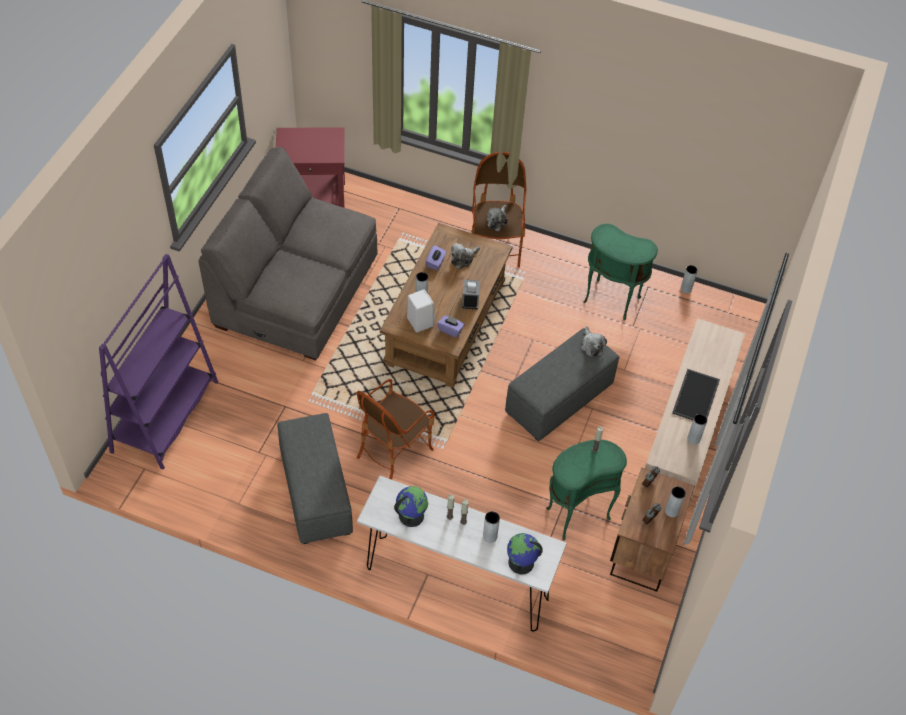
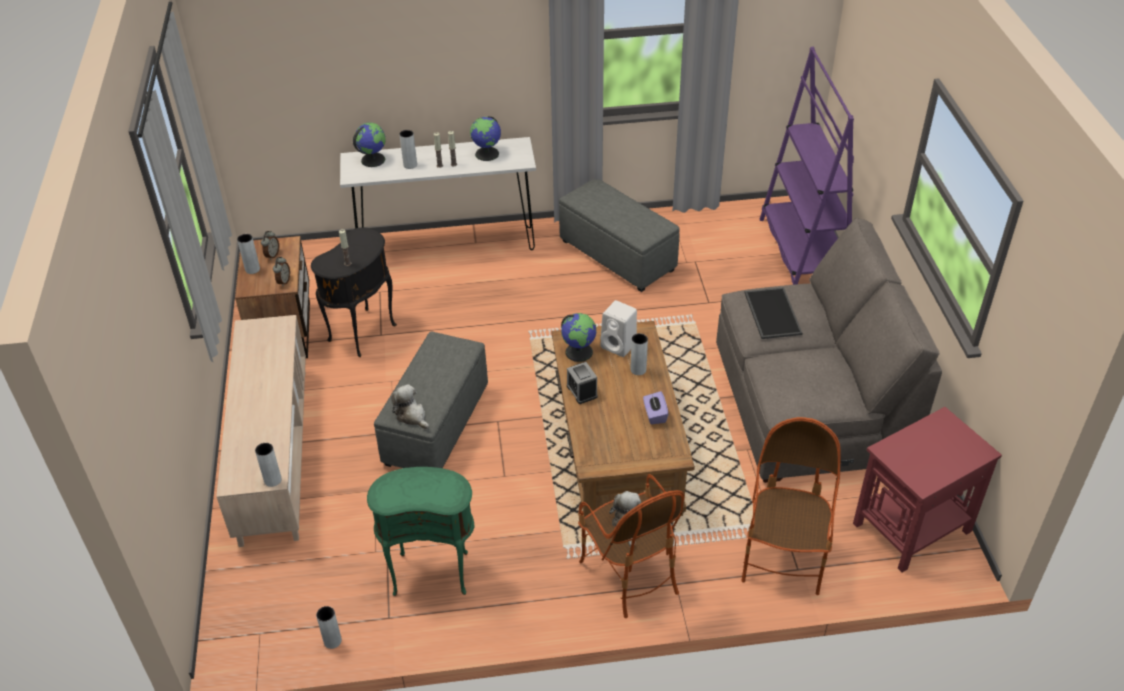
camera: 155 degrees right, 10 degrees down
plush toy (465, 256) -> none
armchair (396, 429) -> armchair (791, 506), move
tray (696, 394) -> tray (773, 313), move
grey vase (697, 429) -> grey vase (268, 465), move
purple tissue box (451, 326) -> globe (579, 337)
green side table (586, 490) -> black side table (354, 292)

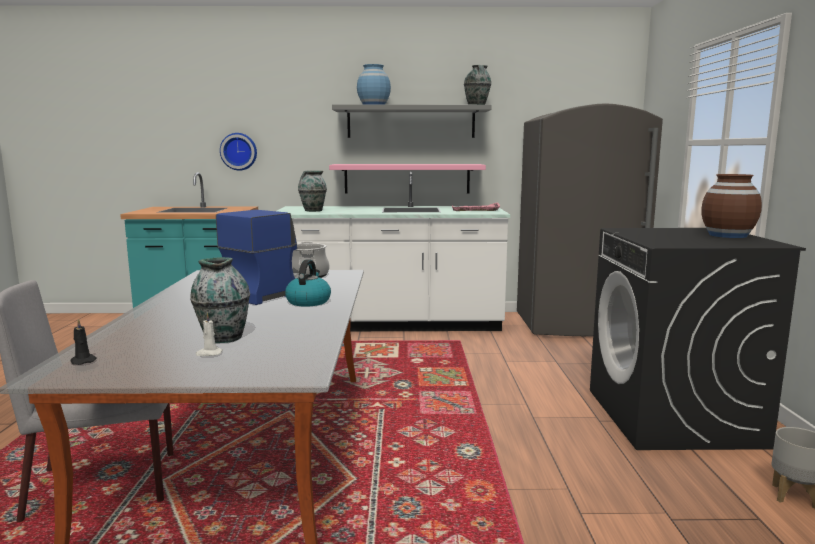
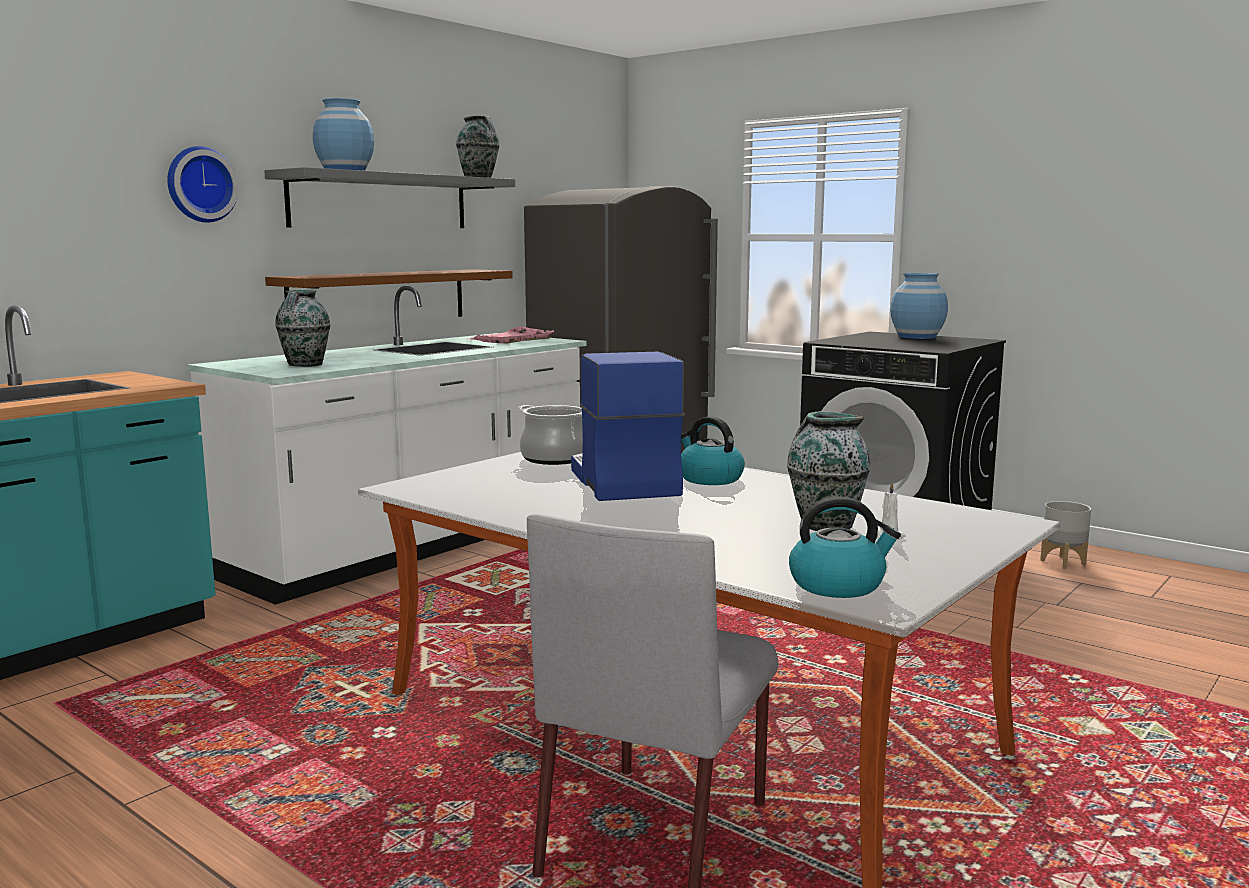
camera: 50 degrees left, 0 degrees up
wall clock (238, 152) -> wall clock (203, 184), move
black candle (83, 342) -> kettle (845, 547)
pink shelf (407, 179) -> brown shelf (389, 293)
brown vase (731, 206) -> blue vase (919, 306)

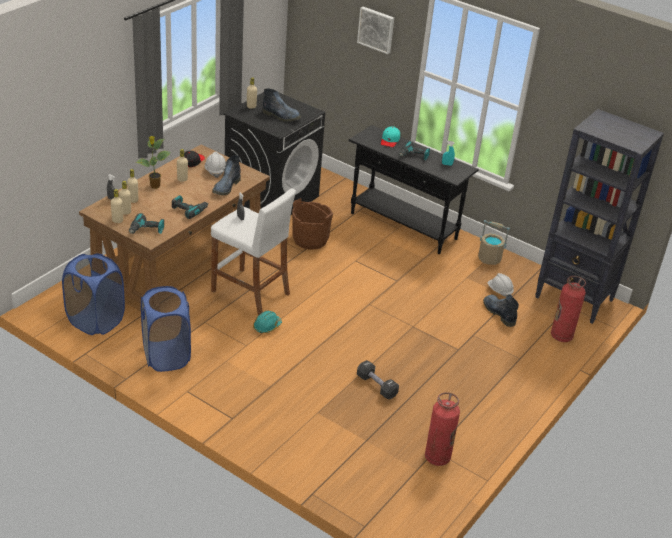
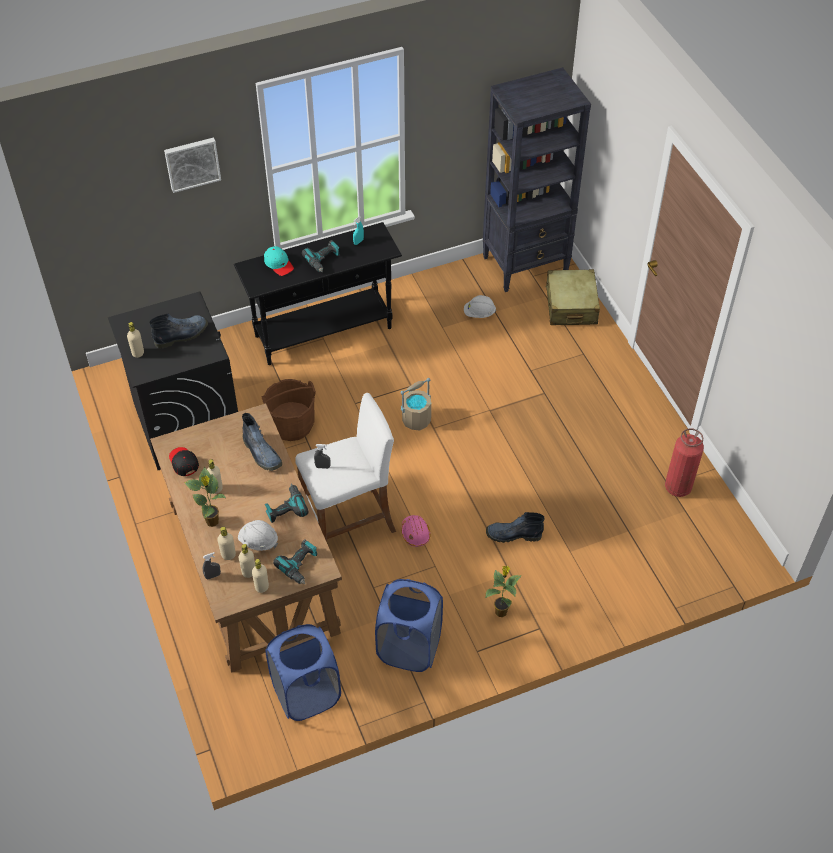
camera: 55 degrees left, 15 degrees up
black dumbbell (378, 380) -> none
none -> potted plant (503, 591)
white hard hat (215, 165) -> white hard hat (258, 535), move
beige bucket (494, 242) -> beige bucket (416, 404), move
boot (501, 311) -> boot (515, 527), move
fire extinguisher (568, 309) -> beige suitcase (573, 297)
turquoise hard hat (267, 322) -> pink hard hat (416, 531)

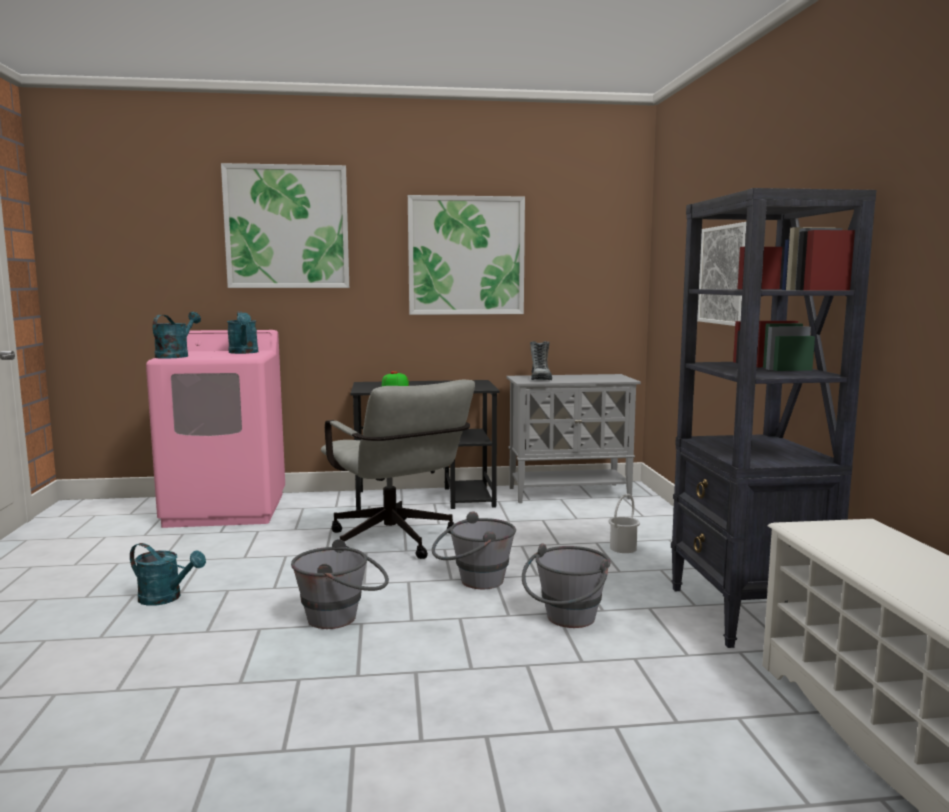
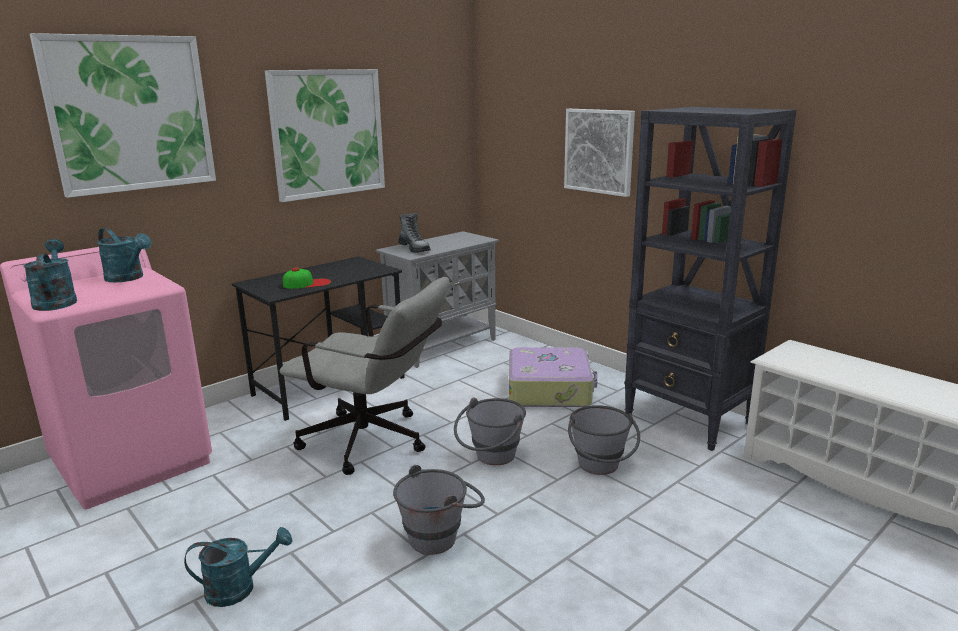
camera: 35 degrees left, 10 degrees up
white bucket (624, 523) -> suitcase (553, 377)

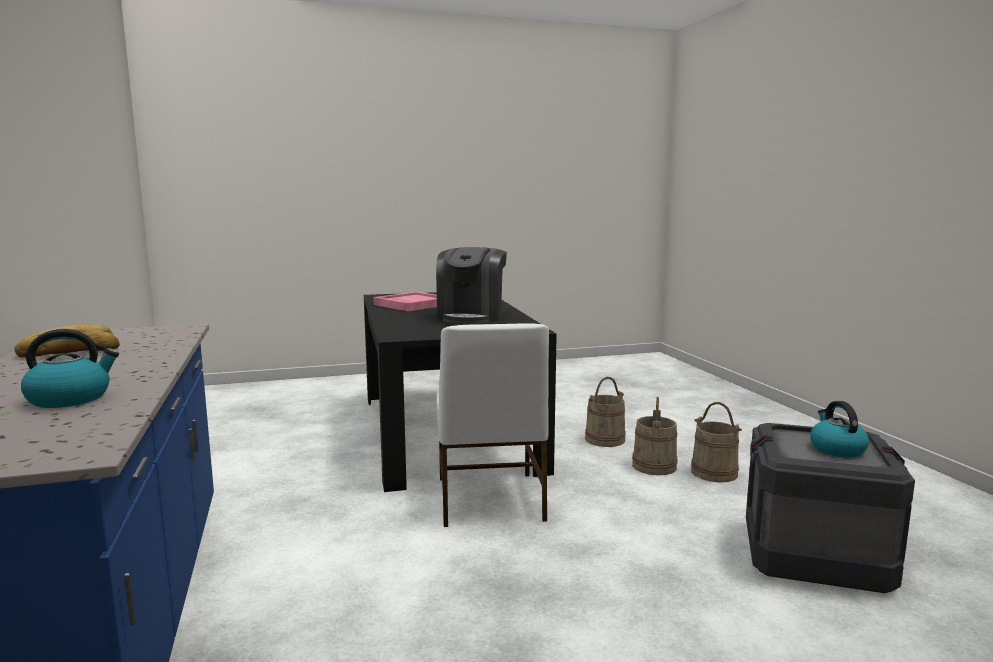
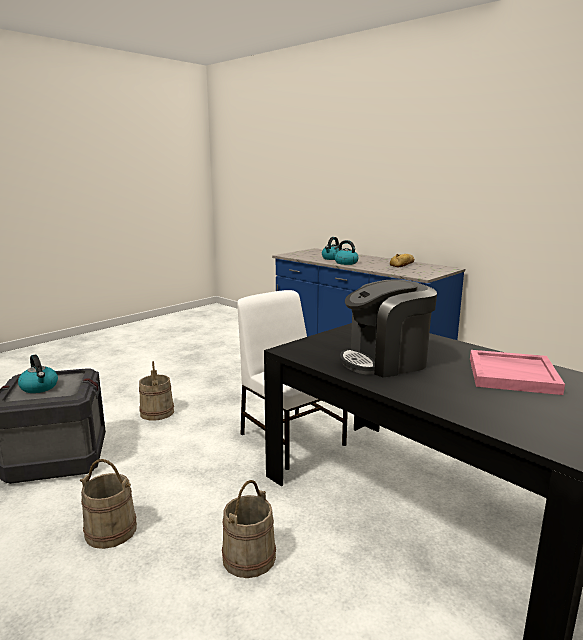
camera: 150 degrees right, 5 degrees up
none -> kettle (346, 252)
beige bucket (655, 436) -> beige bucket (156, 391), move
coffee machine (471, 285) -> coffee machine (388, 328), 90 degrees counterclockwise

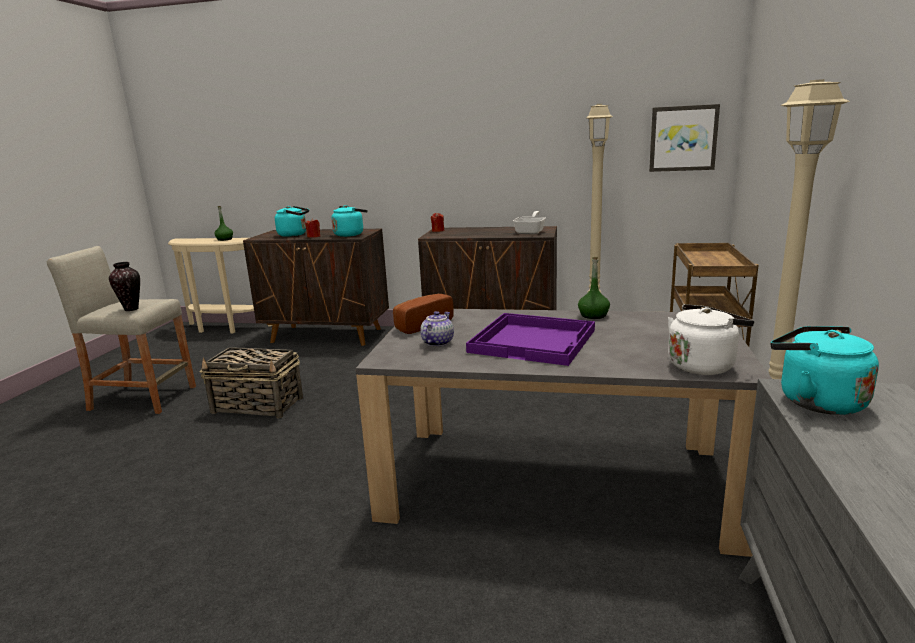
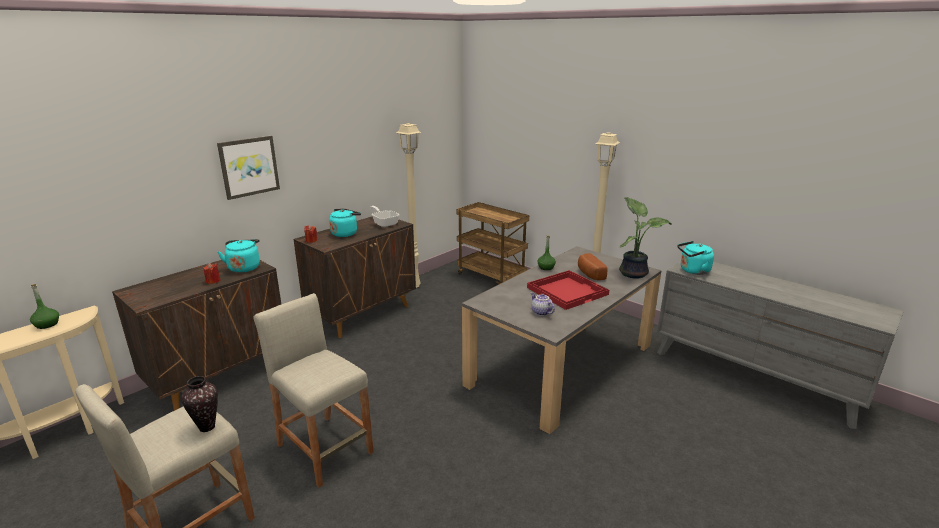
camera: 60 degrees left, 5 degrees up
turquoise kettle (292, 221) -> turquoise kettle (345, 223), move
bread (423, 314) -> bread (592, 266), move
picture (684, 138) -> picture (248, 168), move
basket (251, 383) -> beige stool (313, 390)
white kettle (711, 339) -> potted plant (645, 238)
purple tray (530, 339) -> red tray (568, 290)

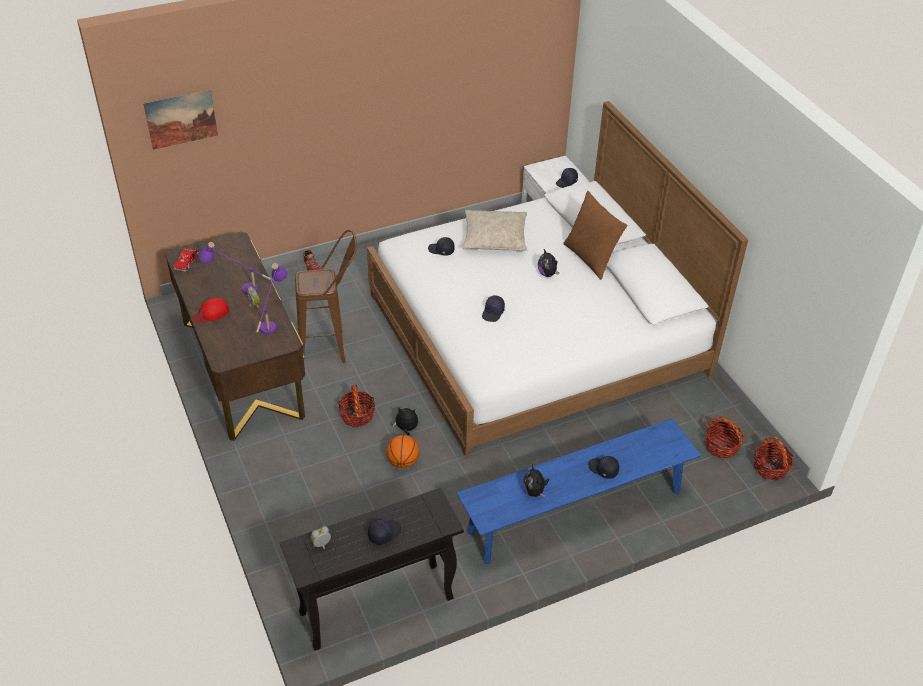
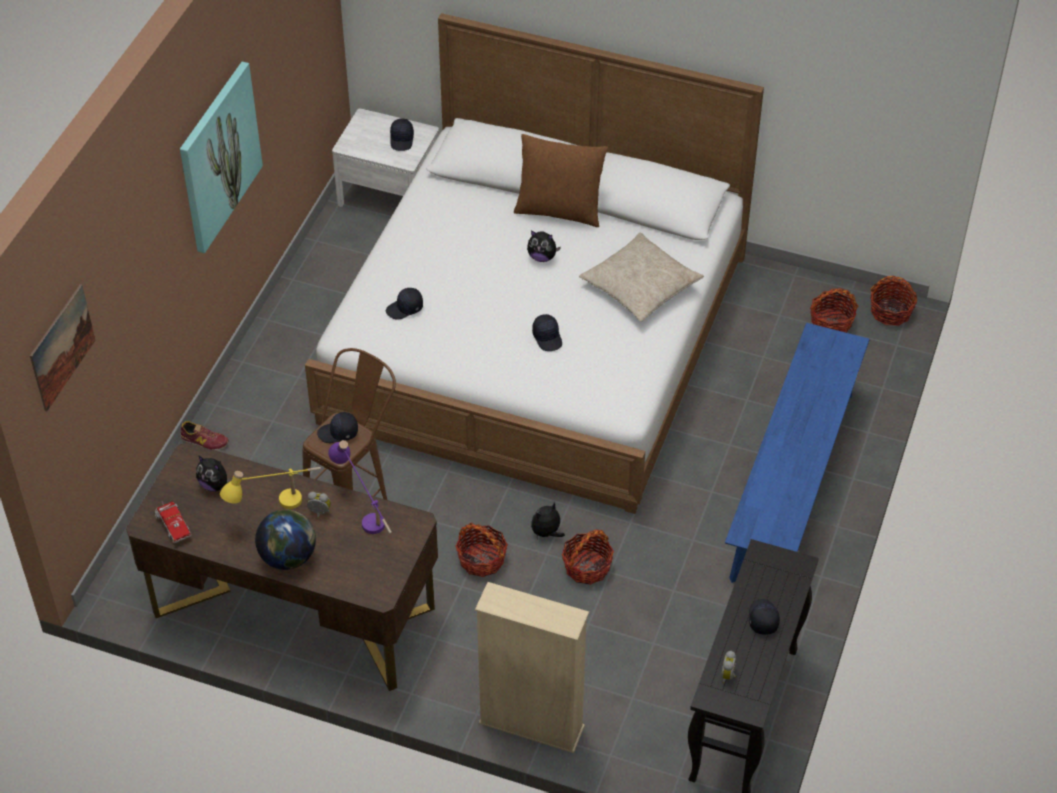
camera: 45 degrees left, 5 degrees up
none -> picture (221, 157)
none -> beige bookcase (532, 667)
beige pillow (494, 230) -> beige pillow (641, 277), move
plush toy (536, 481) -> plush toy (214, 473), move
black cap (603, 467) -> black cap (337, 427), move
red cap (210, 310) -> globe (285, 539)
basketball (402, 451) -> basket (588, 557)
purple table lamp (235, 268) -> yellow table lamp (270, 488)

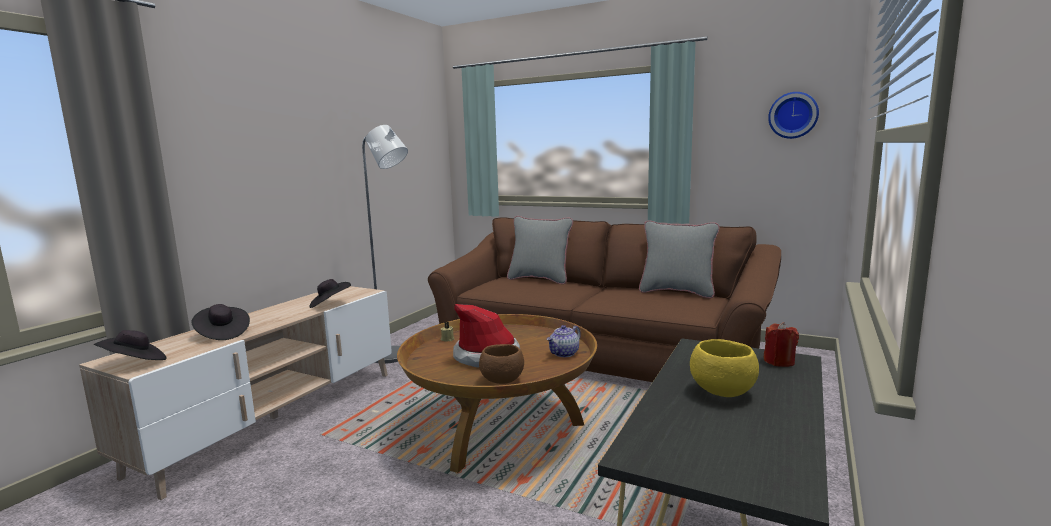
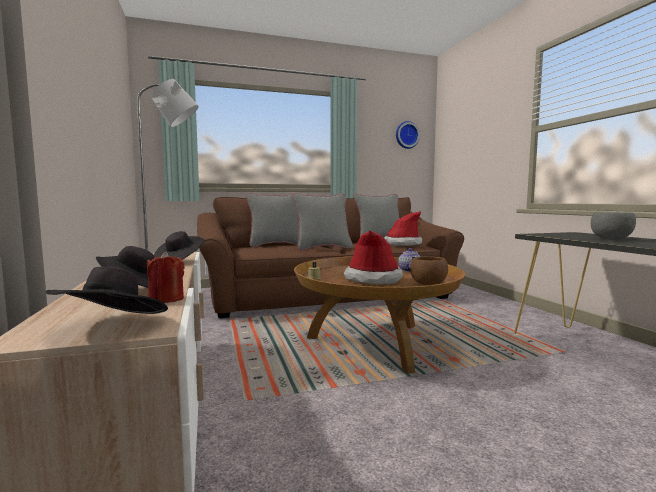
camera: 45 degrees left, 5 degrees down
none -> grey pillow (322, 222)
none -> hat (403, 228)
red candle (781, 344) -> red candle (166, 277), move
yellow bowl (724, 368) -> grey bowl (613, 226)

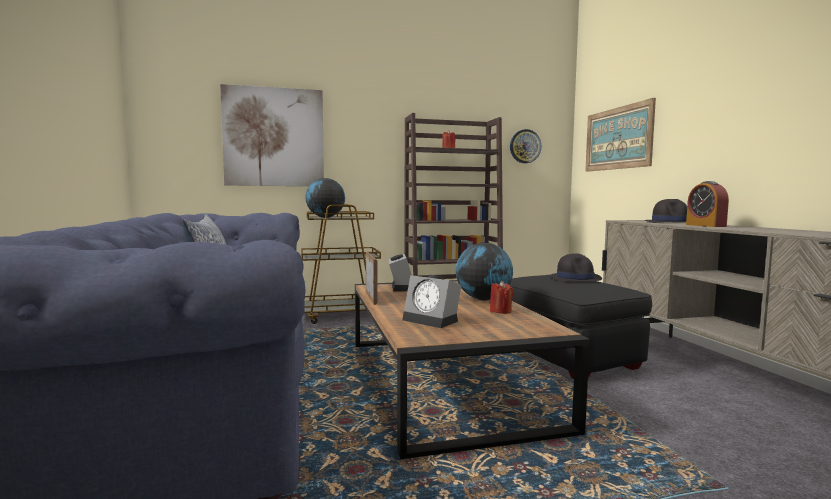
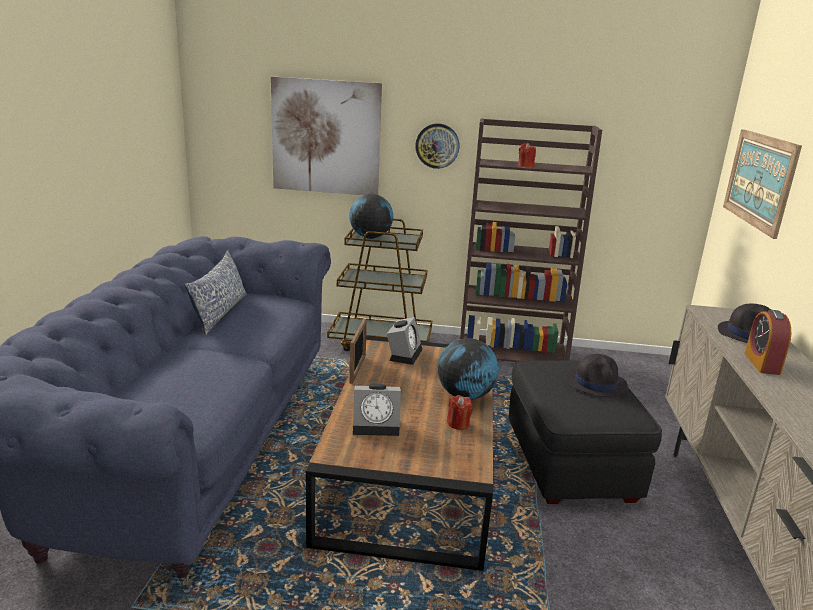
camera: 20 degrees right, 15 degrees up
wall clock (525, 146) -> wall clock (437, 146), move
alarm clock (431, 301) -> alarm clock (377, 410), 60 degrees counterclockwise

